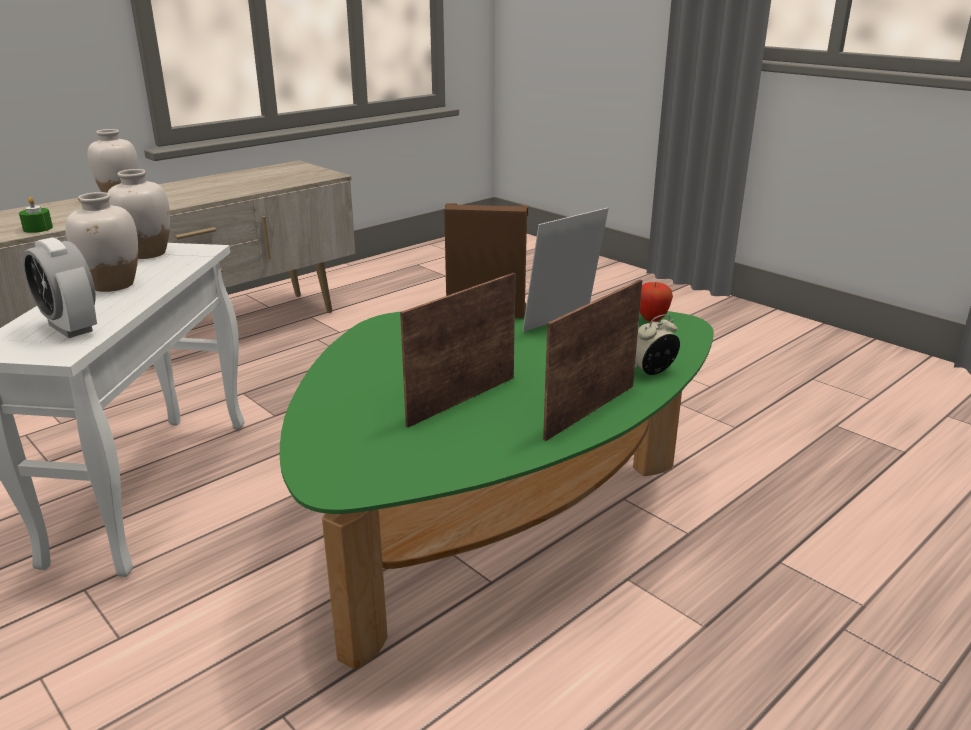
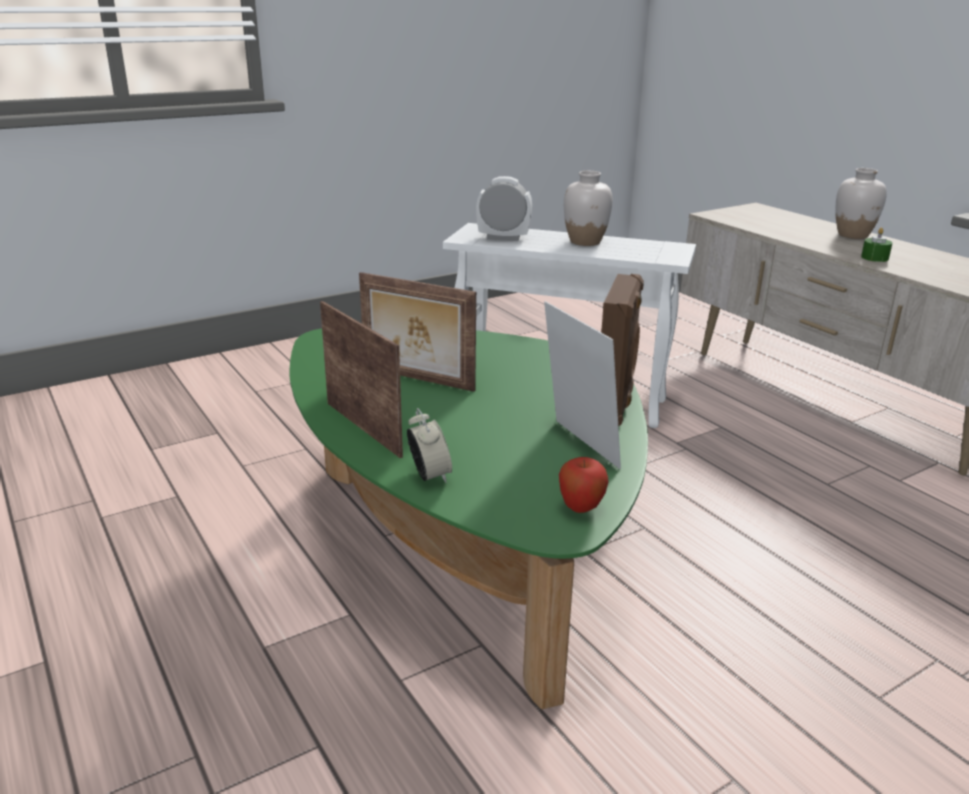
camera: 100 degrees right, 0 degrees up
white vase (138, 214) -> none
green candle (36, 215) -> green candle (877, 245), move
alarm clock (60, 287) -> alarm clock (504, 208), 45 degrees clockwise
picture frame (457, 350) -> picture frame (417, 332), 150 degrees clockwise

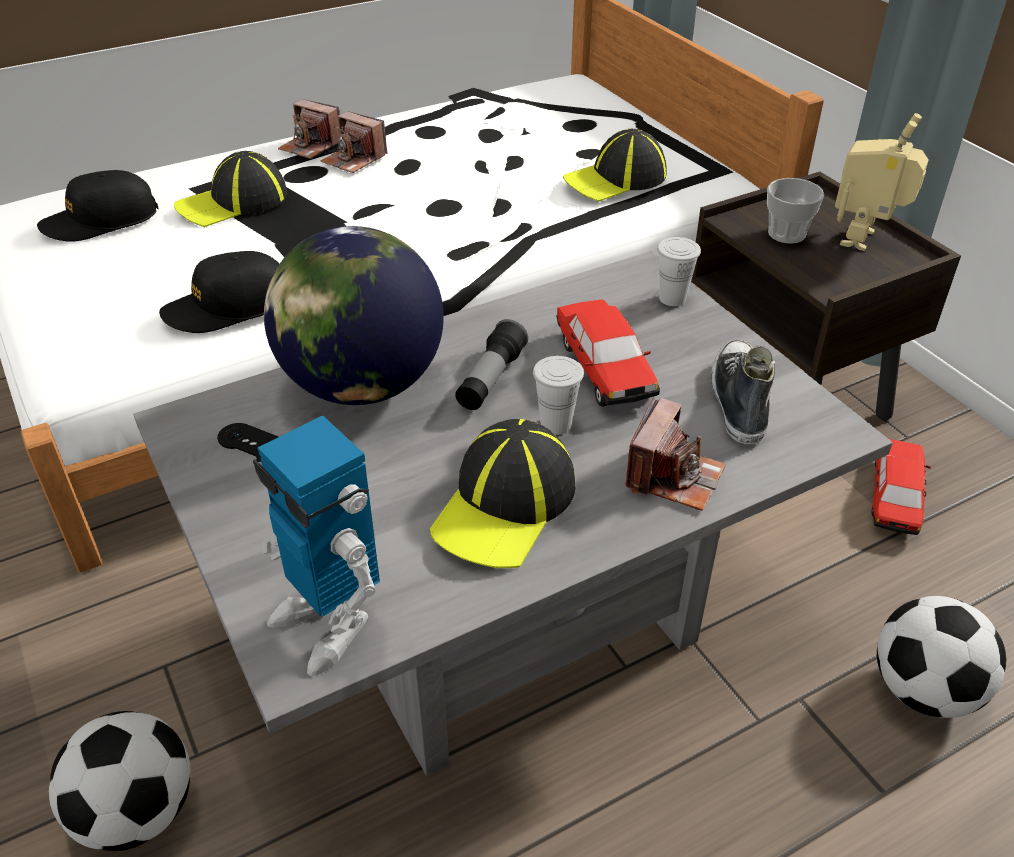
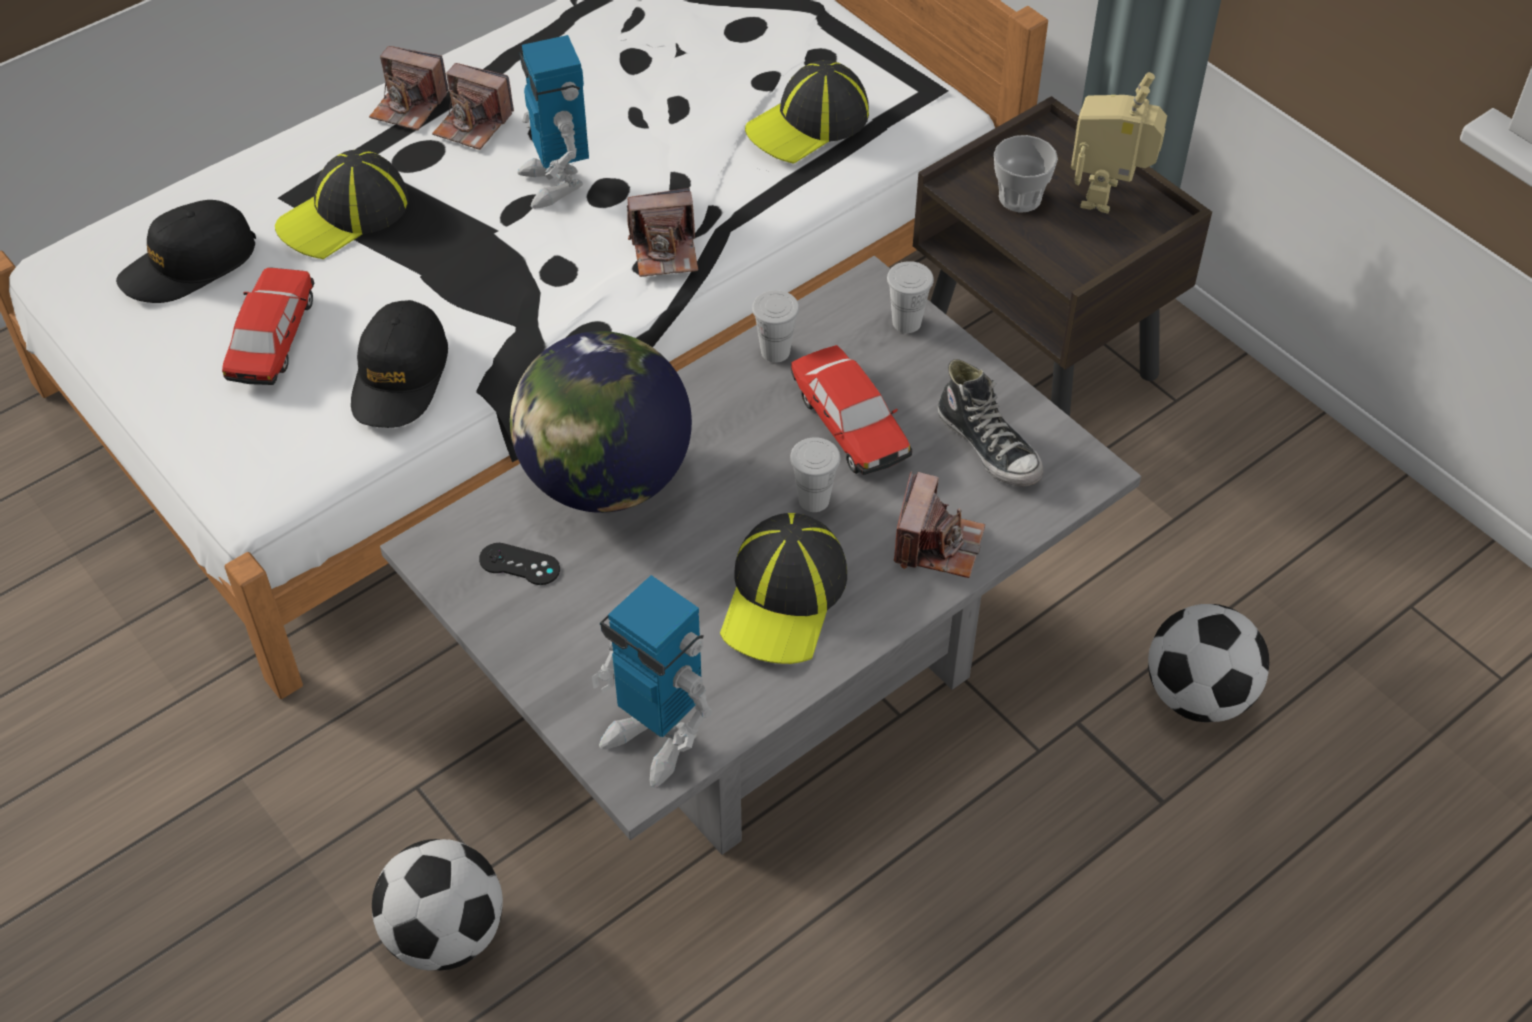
camera: 10 degrees left, 10 degrees up
flashlight (491, 364) -> none
none -> toy robot (553, 122)
none -> photo camera (662, 232)
none -> white cup (775, 326)
toy car (901, 487) -> toy car (268, 326), move
black cap (219, 292) -> black cap (399, 364), 45 degrees counterclockwise
shoe (743, 392) -> shoe (991, 423), 150 degrees clockwise

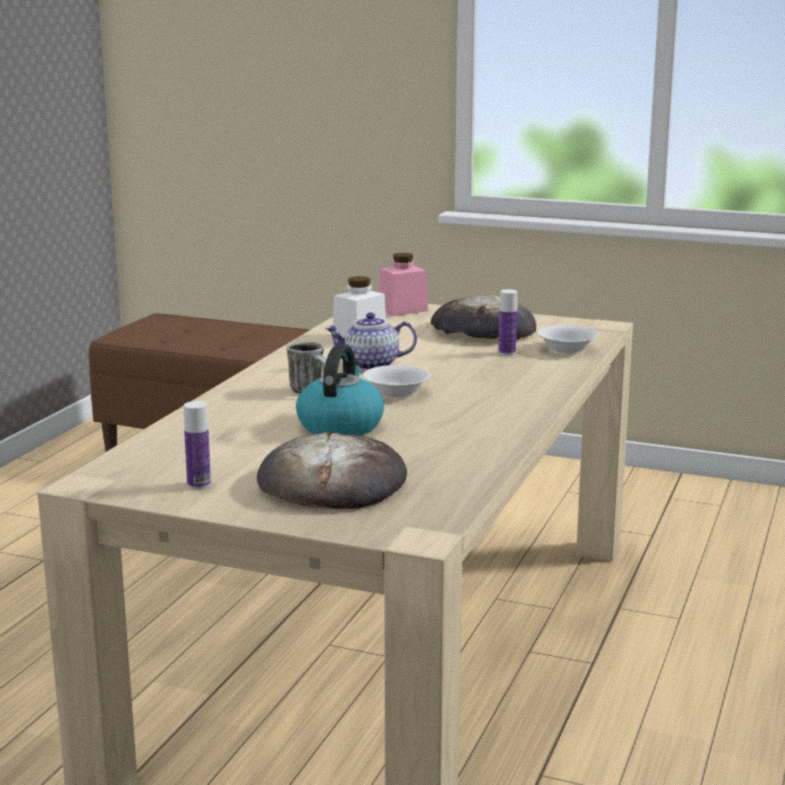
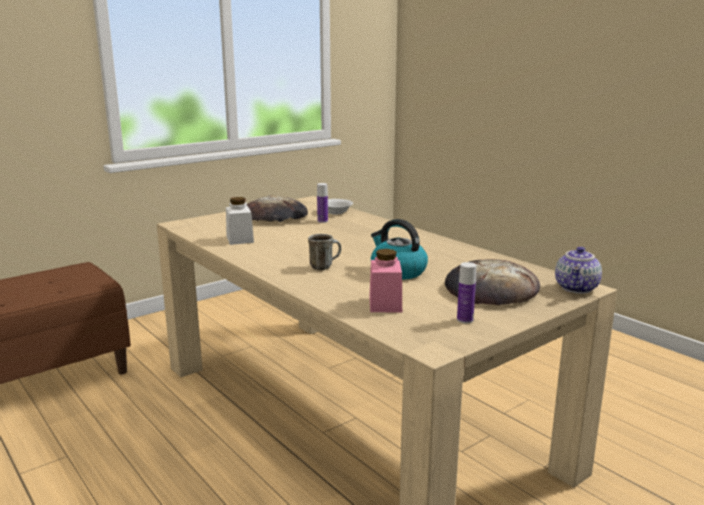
camera: 60 degrees left, 0 degrees up
white bowl (396, 381) -> none
teapot (371, 342) -> teapot (578, 270), move
pink jar (403, 284) -> pink jar (385, 280), move

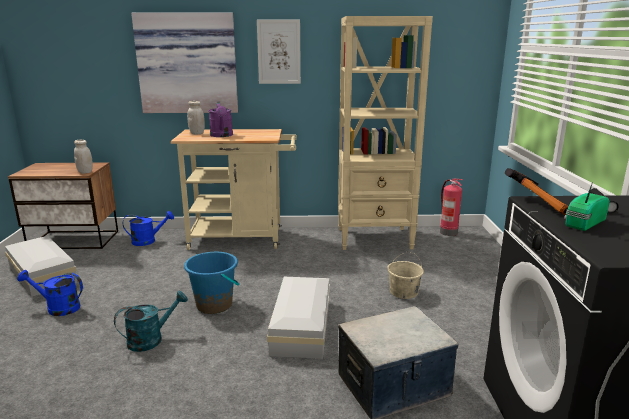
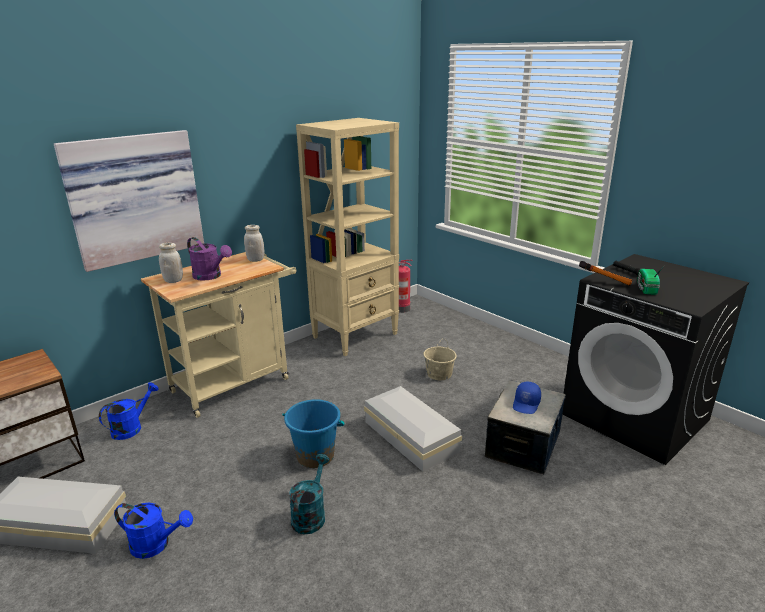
camera: 40 degrees left, 5 degrees up
picture (279, 52) -> none
none -> blue cap (527, 398)
white jar (83, 157) -> white jar (254, 243), move
blue watering can (50, 293) -> blue watering can (153, 531), 135 degrees counterclockwise

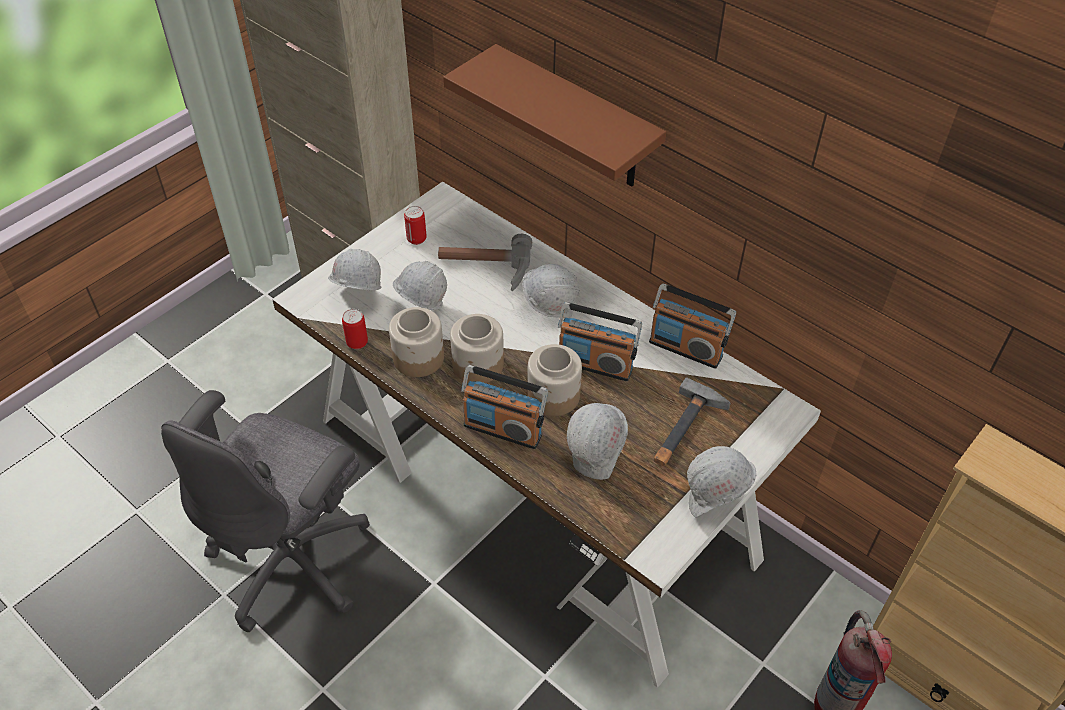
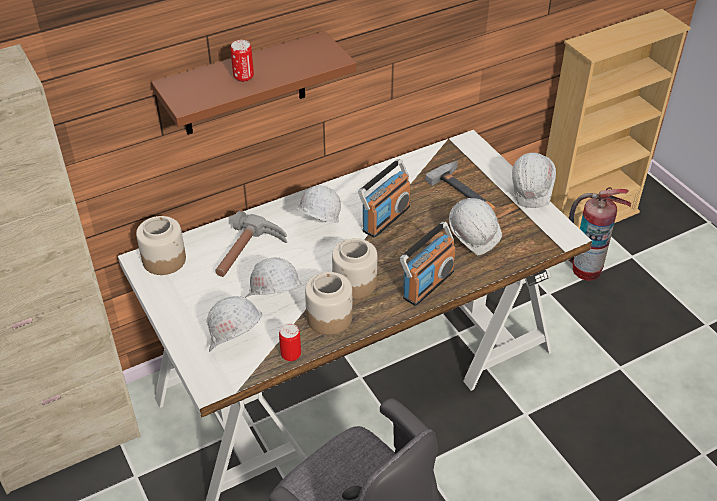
camera: 70 degrees left, 5 degrees down
radio (692, 326) -> none
can (415, 225) -> can (242, 61), move
jar (554, 380) -> jar (161, 245), move

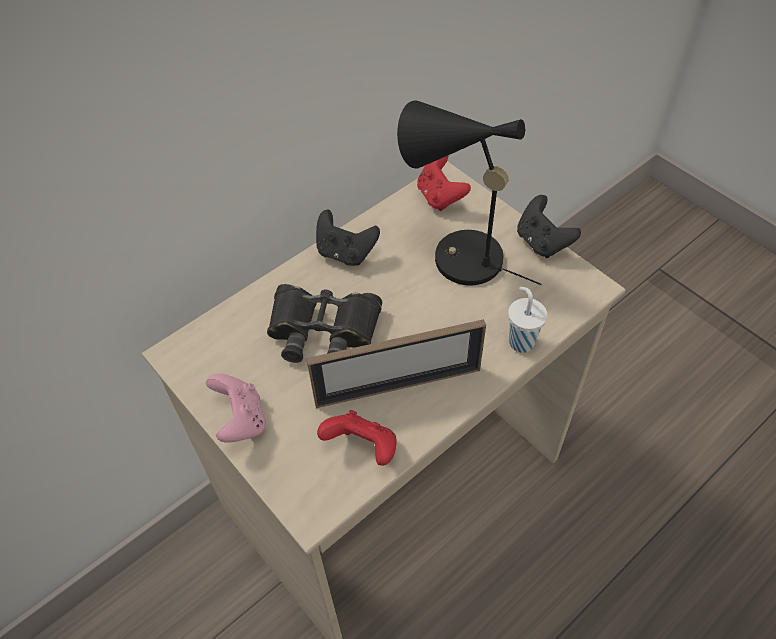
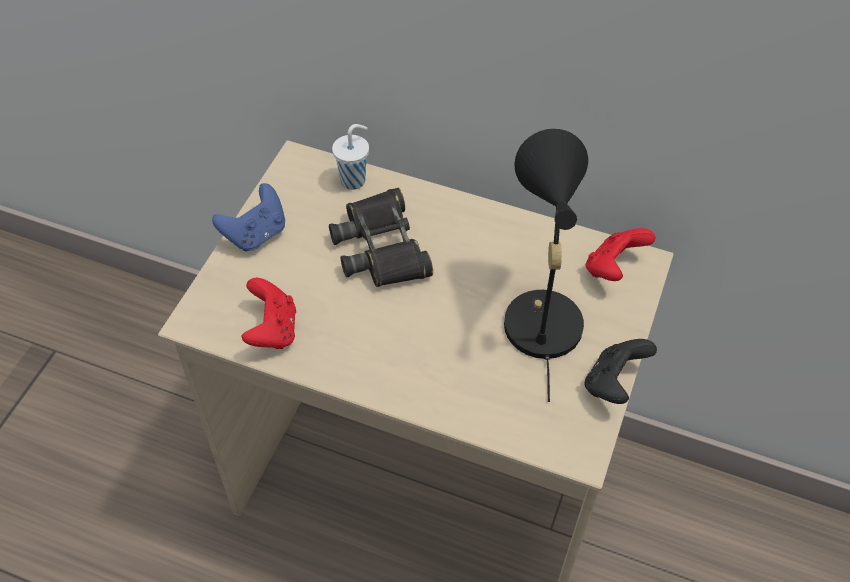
camera: 60 degrees right, 0 degrees up
picture frame (396, 363) -> none
black game controller (348, 238) -> none
white cup (527, 320) -> white cup (350, 157), move
pink game controller (236, 408) -> blue game controller (248, 217)

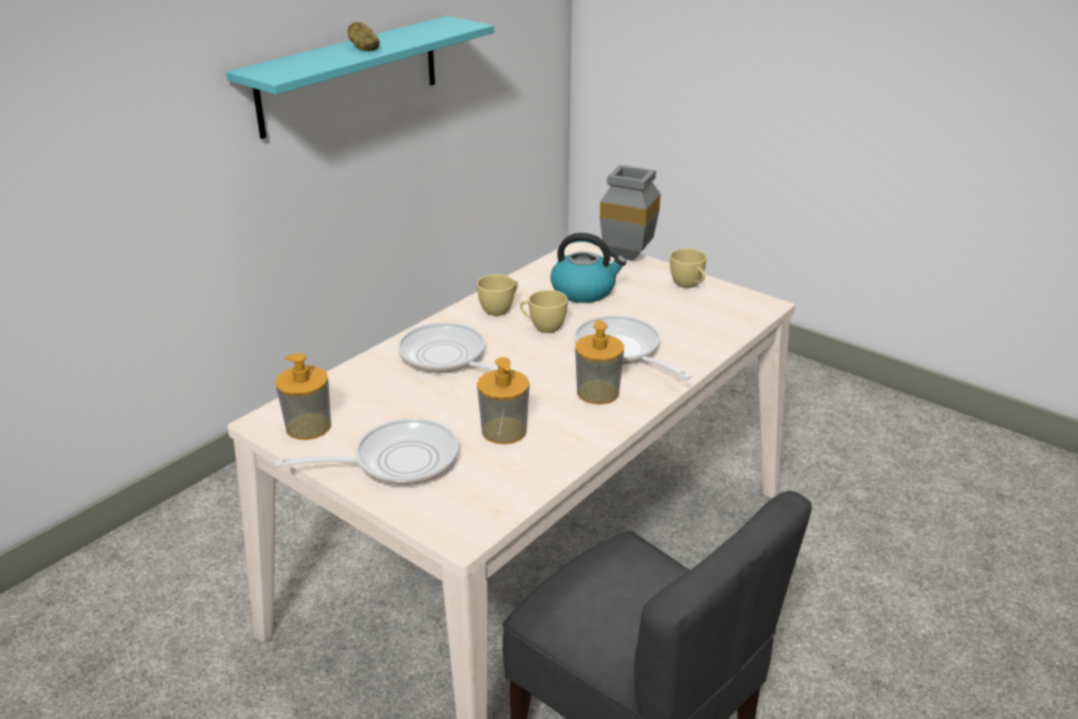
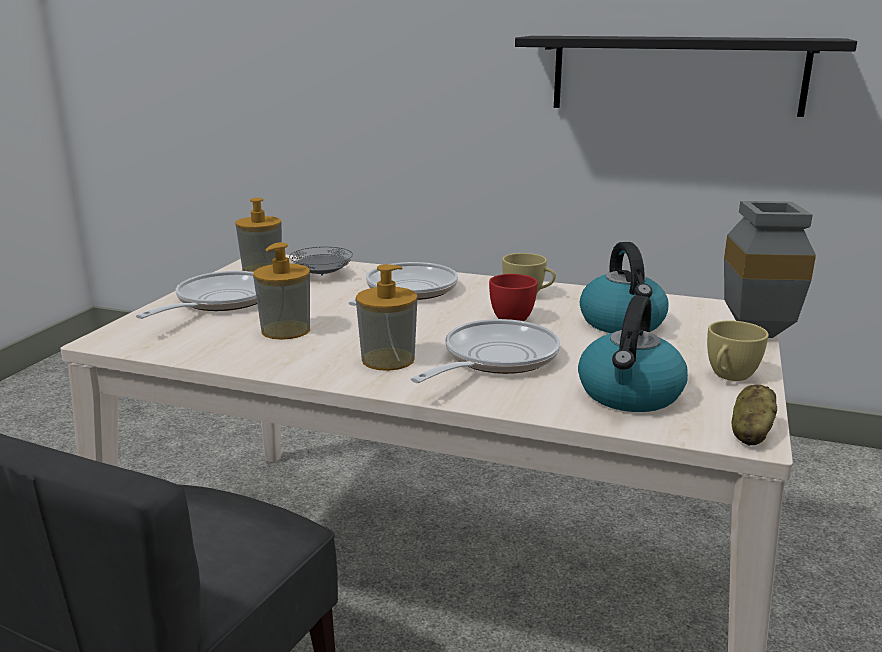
camera: 70 degrees right, 10 degrees down
none -> grey plate (321, 261)
none -> kettle (633, 353)
potato (364, 36) -> potato (754, 415), move
turquoise shelf (360, 77) -> black shelf (686, 76)
yellow cup (544, 311) -> red cup (513, 297)
frying pan (367, 451) -> frying pan (196, 295), 120 degrees counterclockwise

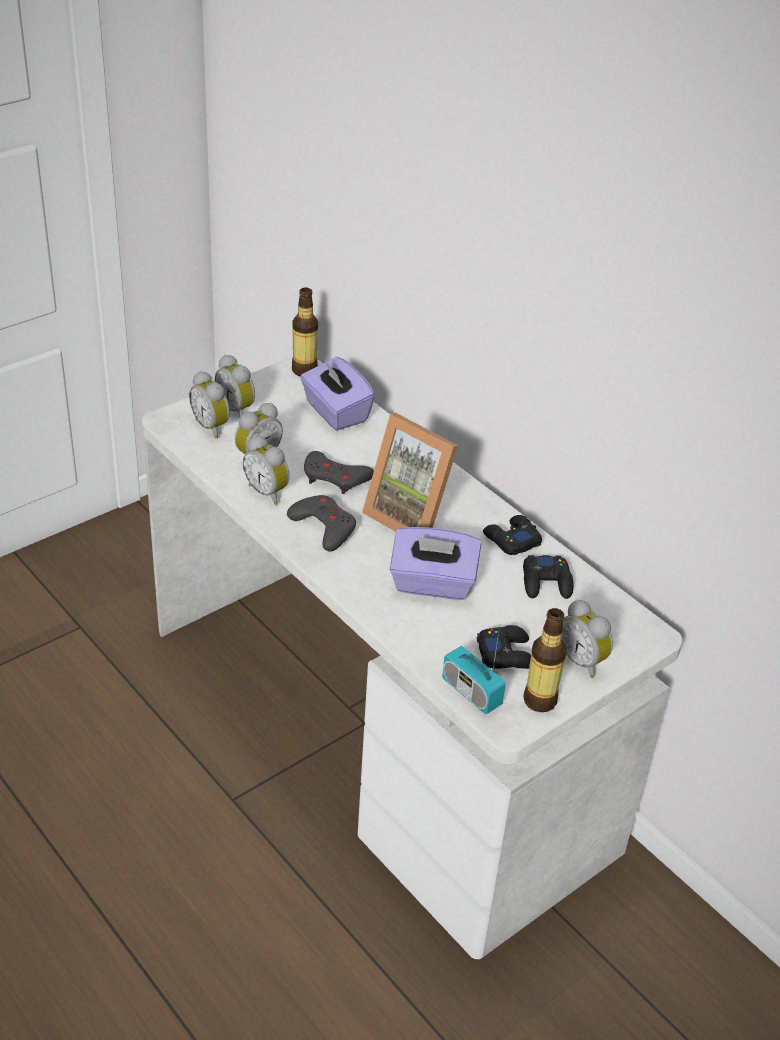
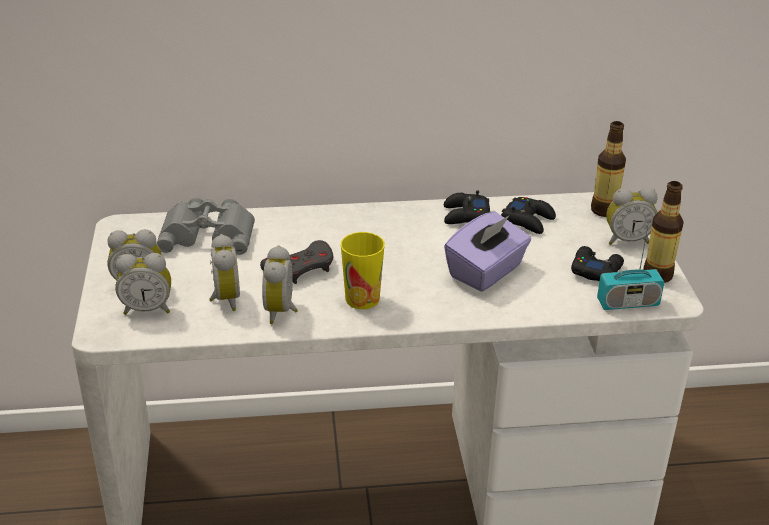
camera: 55 degrees left, 5 degrees down
picture frame (410, 472) -> none
bottle (305, 331) -> bottle (608, 169), move
grey game controller (321, 523) -> cup (363, 270)
purple tissue box (337, 394) -> grey binoculars (205, 226)
alarm clock (266, 470) -> alarm clock (280, 284), 105 degrees clockwise

